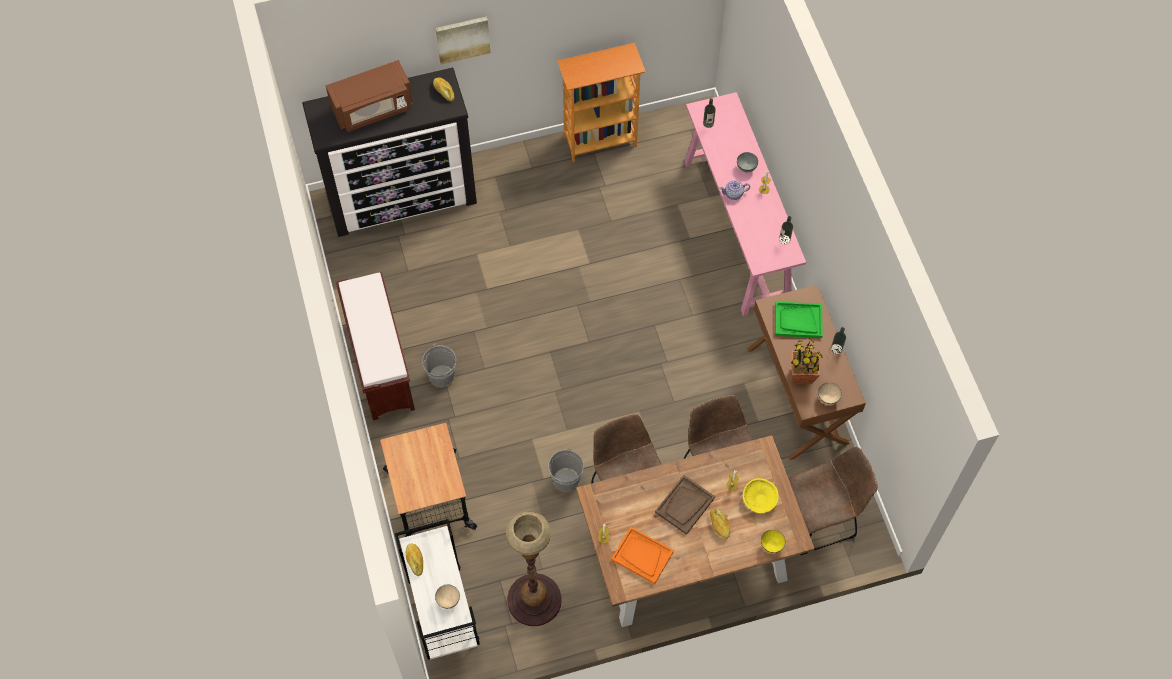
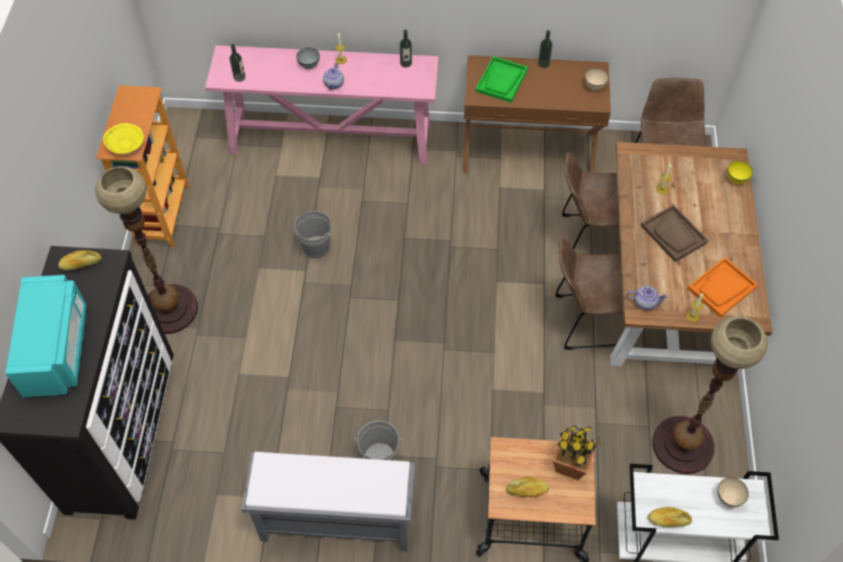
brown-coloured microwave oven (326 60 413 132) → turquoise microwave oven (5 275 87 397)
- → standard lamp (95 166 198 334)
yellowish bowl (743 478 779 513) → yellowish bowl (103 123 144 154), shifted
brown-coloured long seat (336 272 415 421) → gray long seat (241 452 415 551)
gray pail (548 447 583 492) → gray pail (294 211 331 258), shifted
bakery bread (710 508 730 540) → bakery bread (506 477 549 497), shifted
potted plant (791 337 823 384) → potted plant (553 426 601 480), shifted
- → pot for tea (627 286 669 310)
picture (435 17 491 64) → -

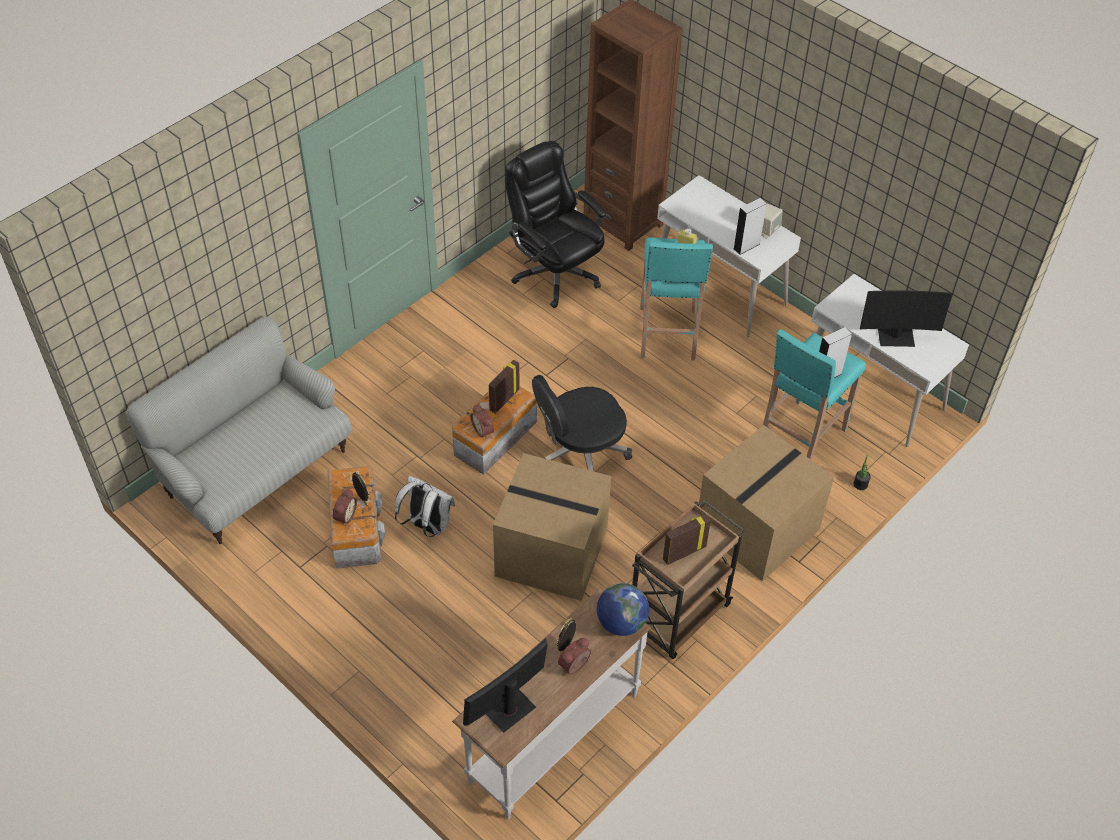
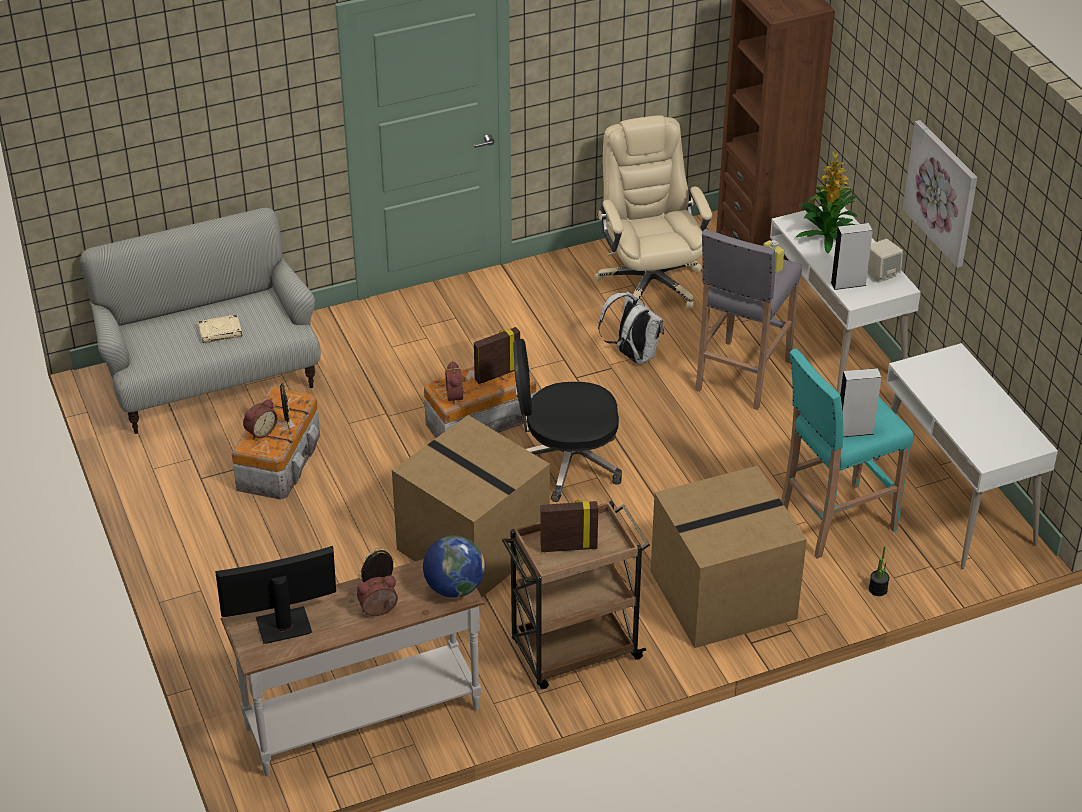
- → beige volume (198 315 242 343)
black-coloured desk chair (505 141 606 308) → beige desk chair (595 115 712 310)
white backpack (395 476 455 537) → white backpack (598 291 664 365), shifted
turquoise stool seat (640 237 713 361) → gray stool seat (695 229 802 410)
- → potted plant (795 152 857 254)
- → picture (903 120 977 268)
monitor (860 290 952 347) → -

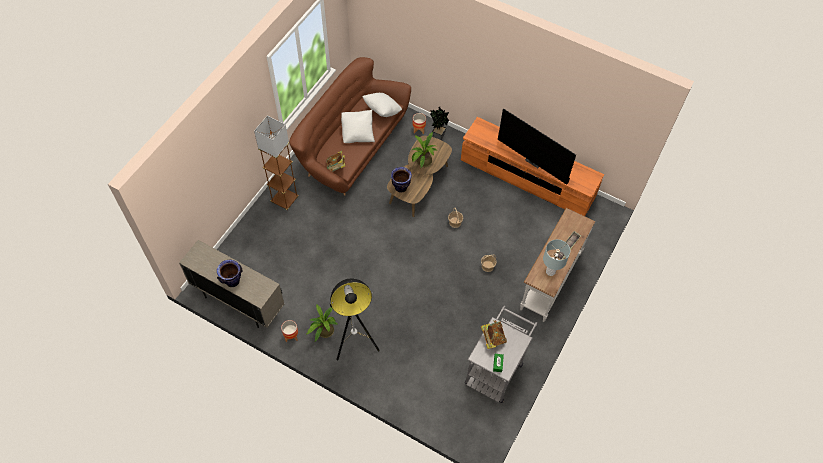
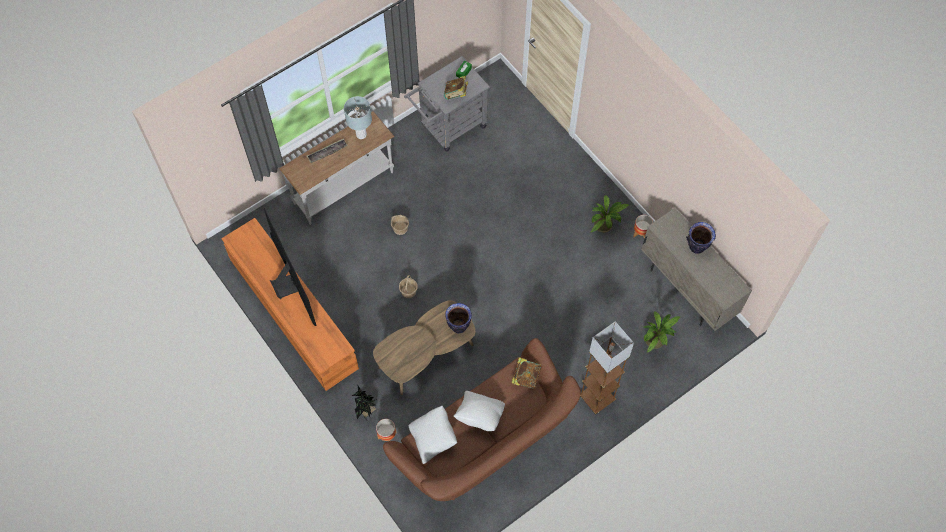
potted plant (412 132 437 168) → potted plant (643 311 680 353), shifted
standard lamp (329 278 380 361) → -

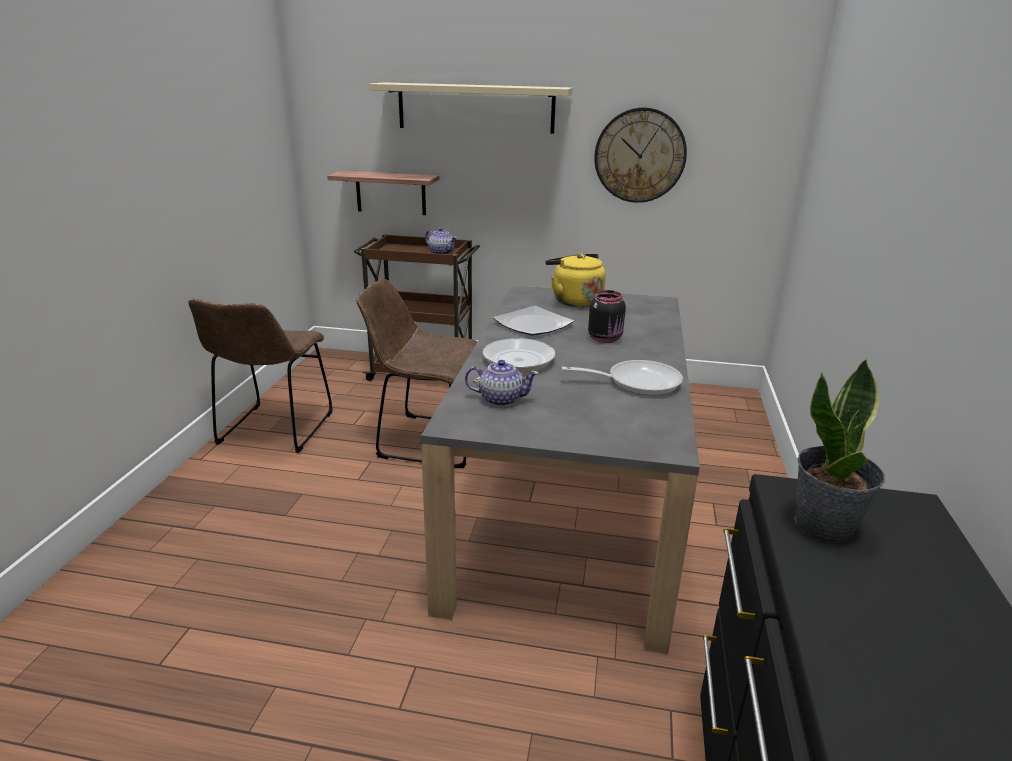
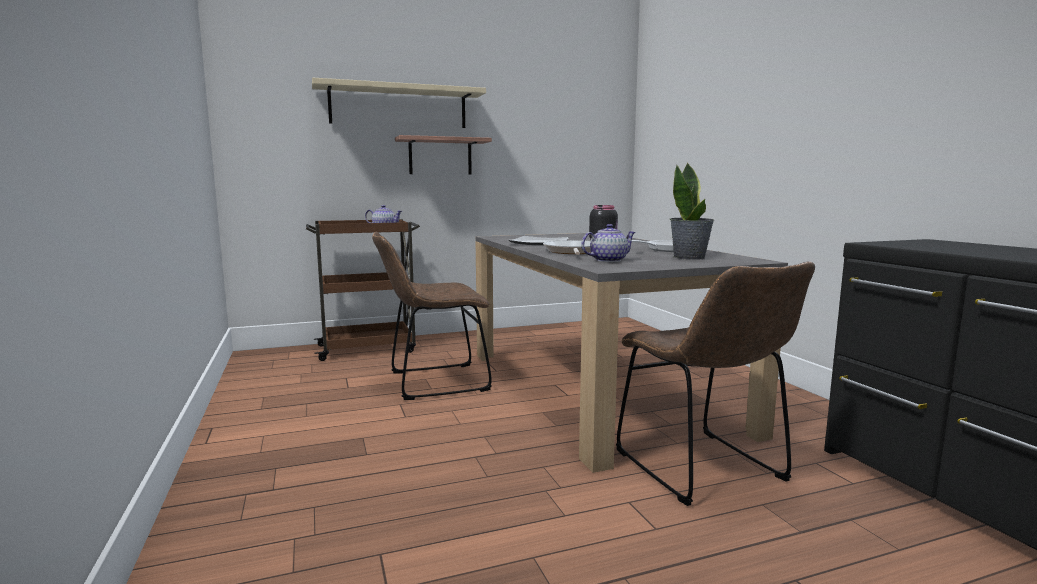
shelf (327 171 439 215) → shelf (395 135 492 175), shifted
brown-coloured upright chair (188 299 333 453) → brown-coloured upright chair (616 261 815 506), shifted
potted plant (794 358 885 543) → potted plant (670 163 714 260), shifted
yellowish tea kettle (546 254 606 307) → -
hanging clock (594 107 687 203) → -

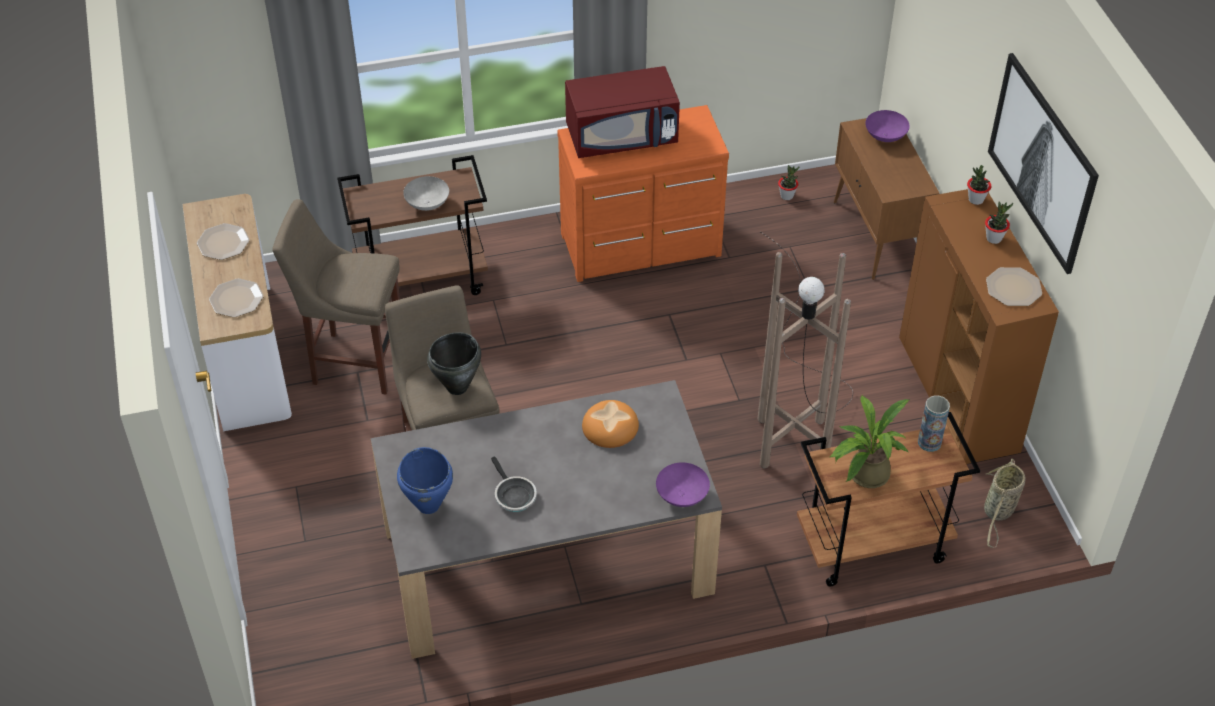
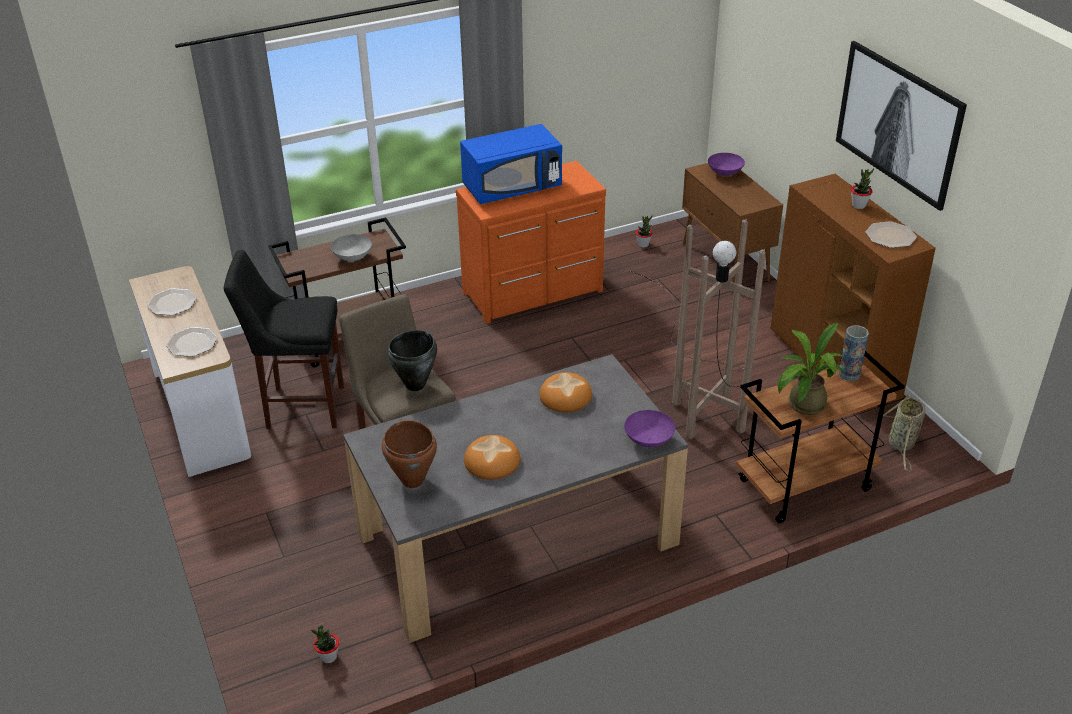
beige stool seat (272 199 400 395) → black-coloured stool seat (224 250 344 429)
potted plant (967 165 991 205) → potted plant (311 625 339 663), shifted
bluish stockpot (397 447 453 514) → brown-coloured stockpot (382 420 437 488)
red-coloured microwave oven (565 66 680 158) → bluish microwave oven (460 124 562 204)
frying pan (491 456 537 512) → bakery bread (464 435 520 480)

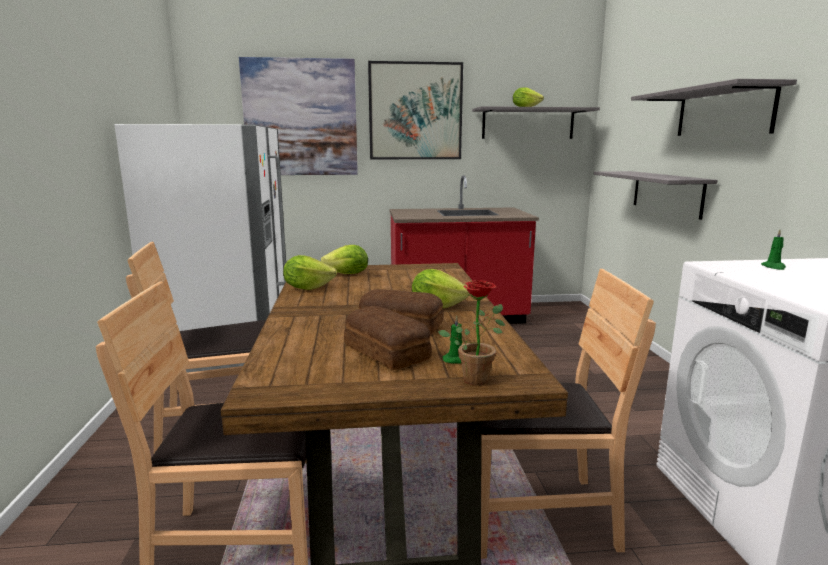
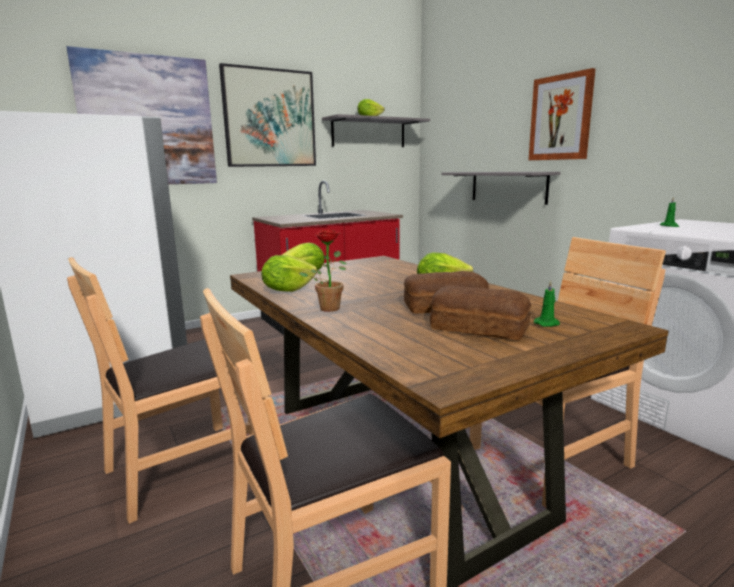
potted plant (438 280 505 385) → potted plant (299 229 346 312), shifted
gray shelf (631 79 797 136) → picture (529 68 596 160)

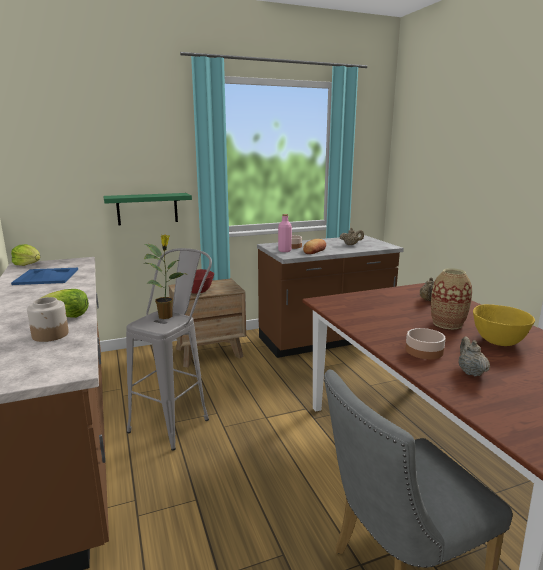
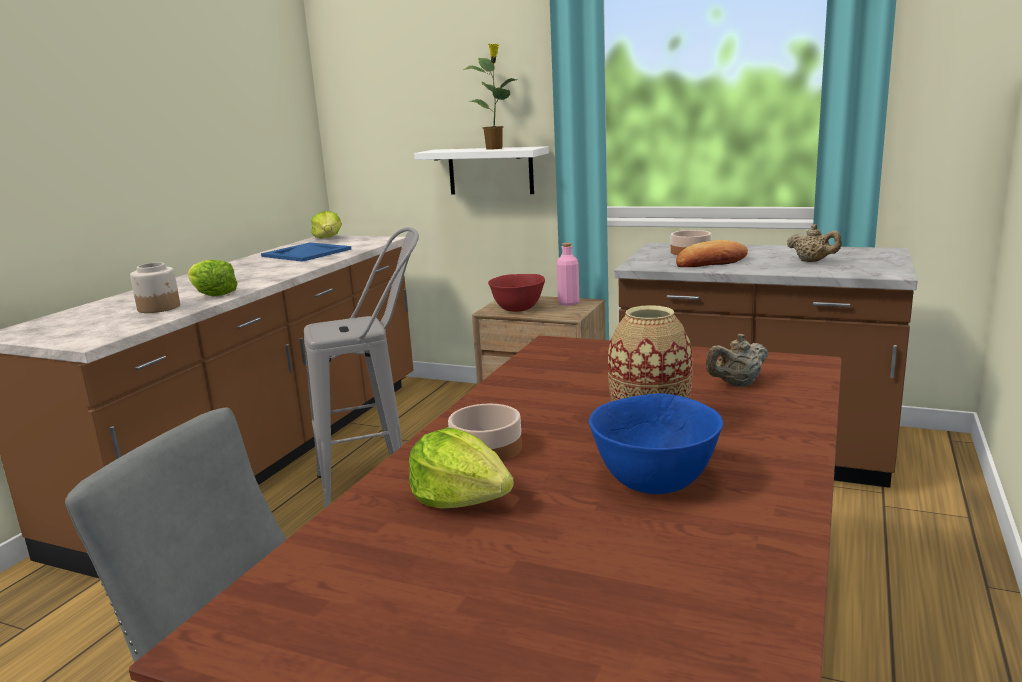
beige pot for tea (458 336 490 376) → head of lettuce (409 427 514 509)
green shelf (103 193 192 225) → white shelf (414 146 549 195)
potted plant (144 235 188 319) → potted plant (463 44 517 150), shifted
pinkish drink bottle (278 214 292 252) → pinkish drink bottle (556 243 580 306), shifted
yellowish bowl (473 304 535 346) → bluish bowl (589 393 723 494)

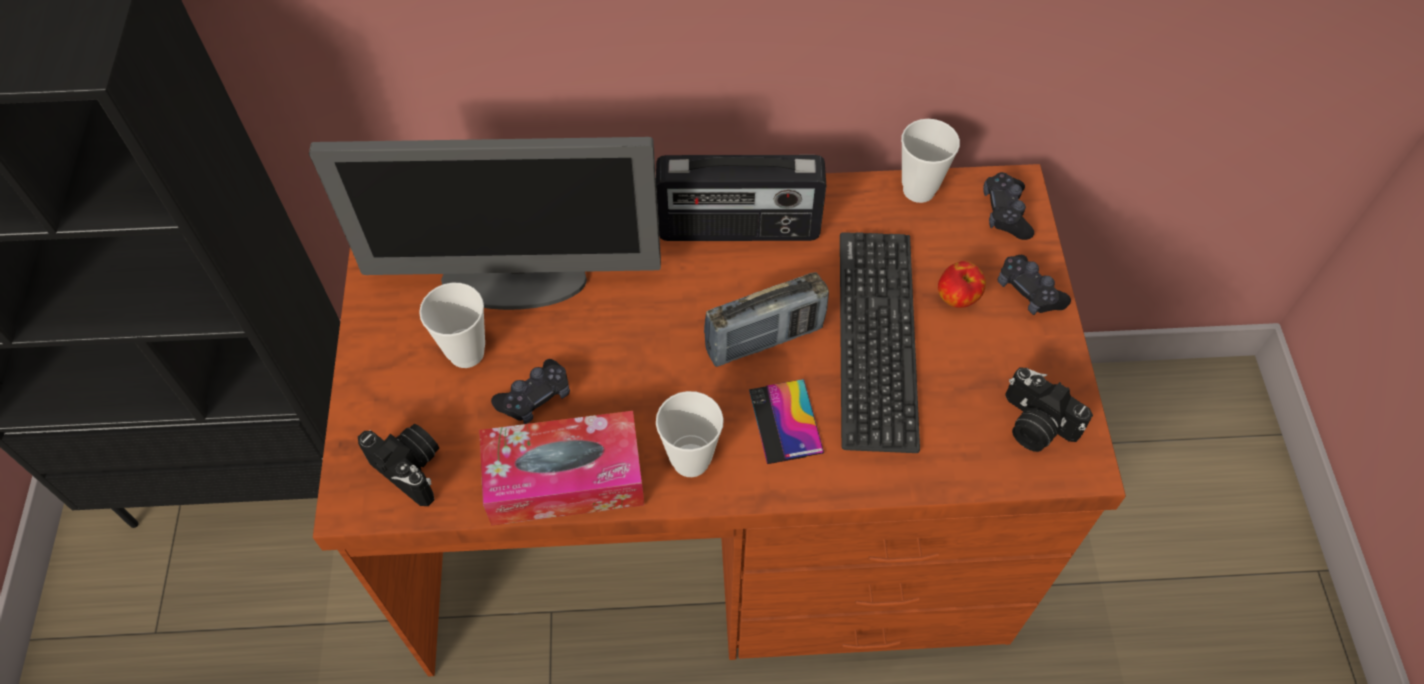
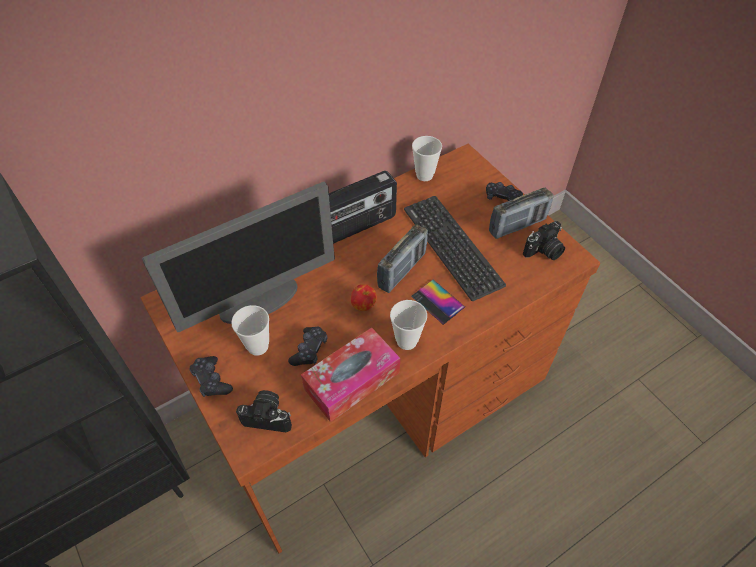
black-coloured gamepad (983 172 1034 240) → black-coloured gamepad (190 356 233 397), shifted
apple fruit (938 261 986 308) → apple fruit (351 284 377 311), shifted
- → radio (489 188 554 239)
still camera (1005 367 1093 452) → still camera (523 221 565 260), 45 degrees counterclockwise

